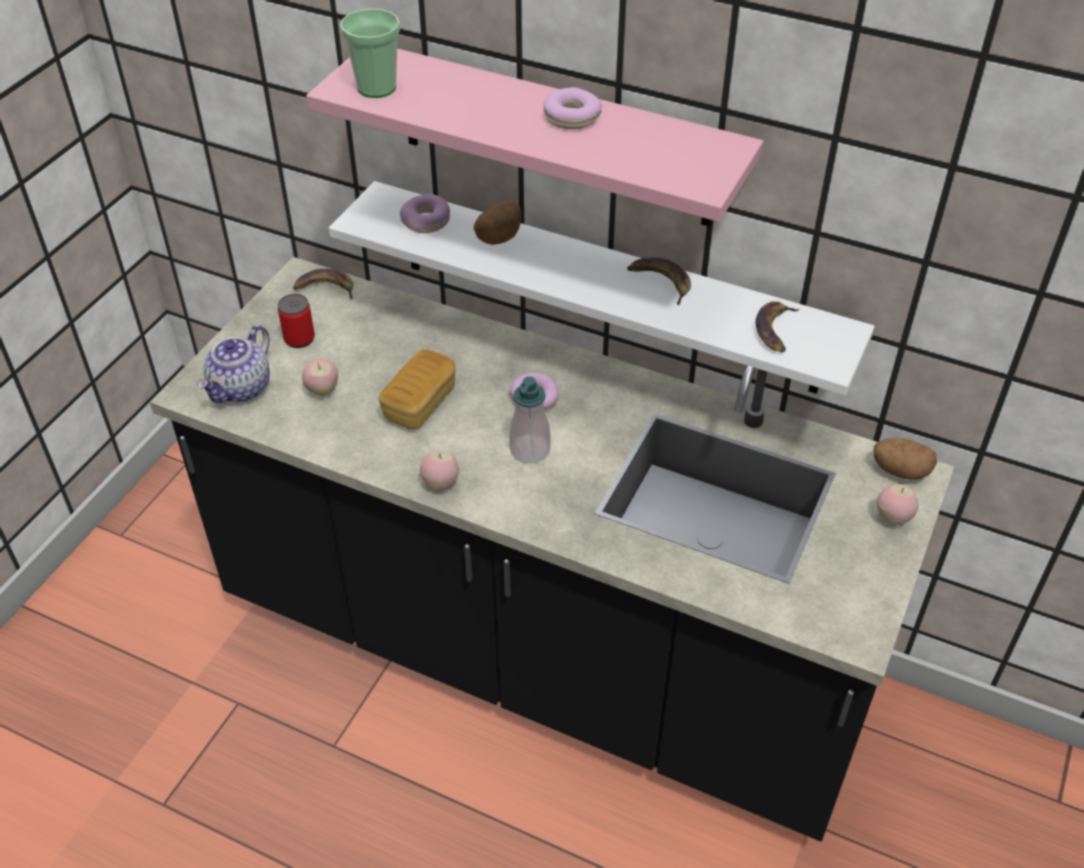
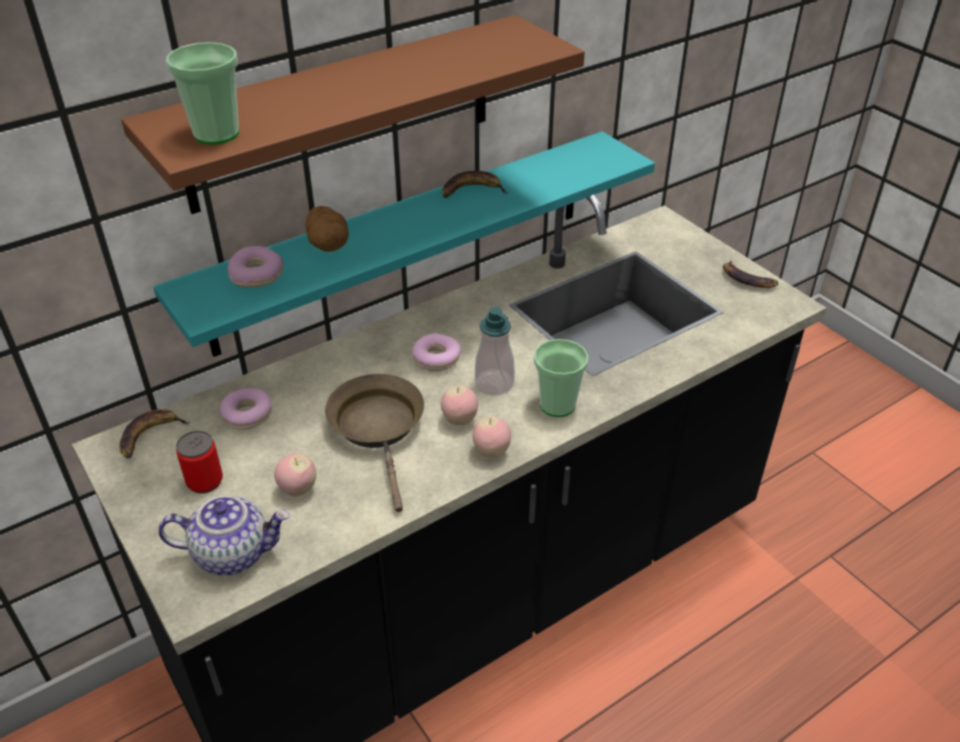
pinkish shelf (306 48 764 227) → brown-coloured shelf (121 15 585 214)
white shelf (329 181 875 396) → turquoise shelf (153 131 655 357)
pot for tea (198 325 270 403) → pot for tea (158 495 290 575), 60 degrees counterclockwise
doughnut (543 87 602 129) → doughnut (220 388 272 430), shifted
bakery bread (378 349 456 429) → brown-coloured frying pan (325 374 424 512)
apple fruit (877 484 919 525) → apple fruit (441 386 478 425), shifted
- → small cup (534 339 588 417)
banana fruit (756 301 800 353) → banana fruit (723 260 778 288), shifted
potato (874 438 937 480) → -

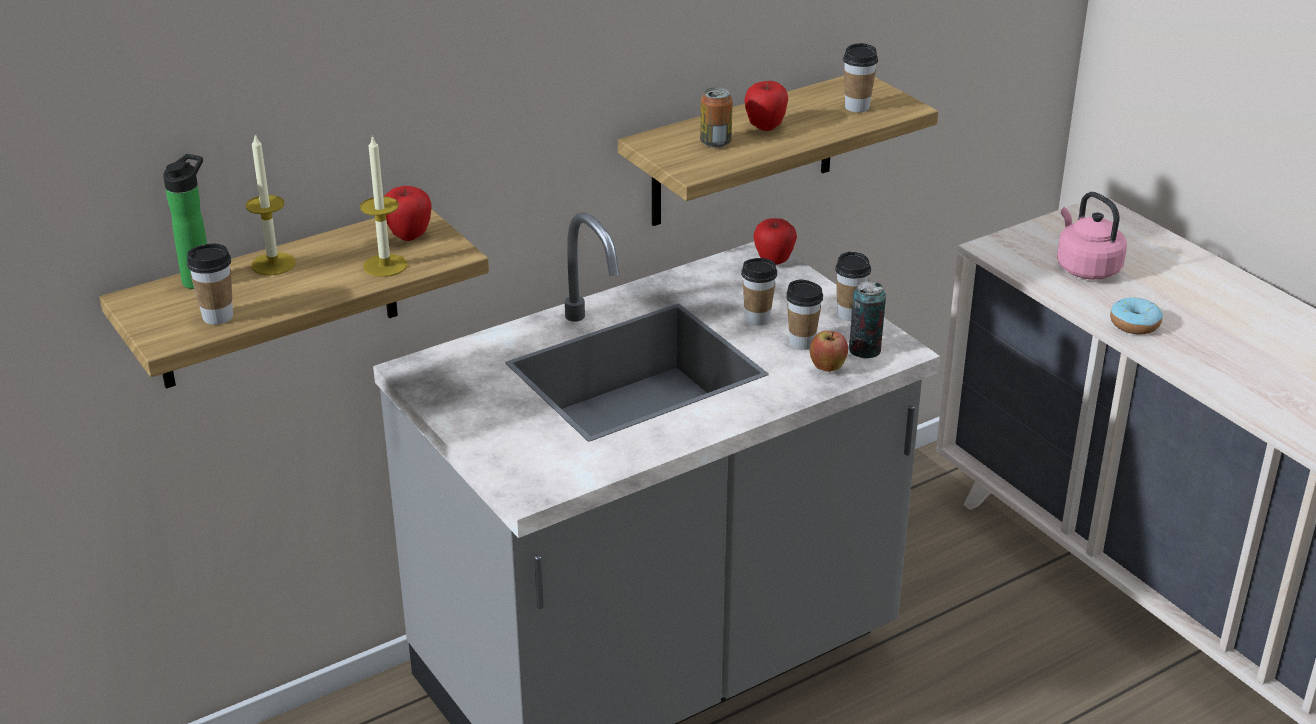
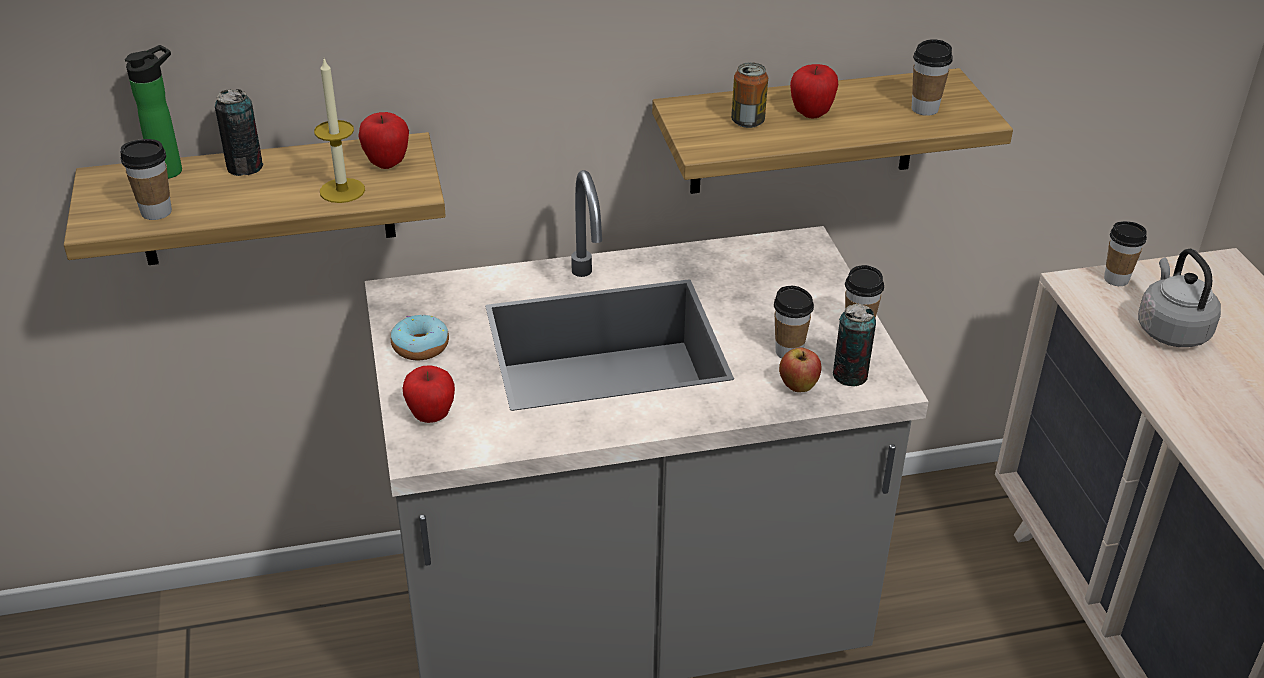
wax candle (246 134 296 275) → sealed can (215 89 263 176)
doughnut (1110 297 1163 334) → doughnut (391 314 449 360), shifted
apple fruit (753 218 797 265) → apple fruit (403 365 455 423), shifted
small cup (741 258 777 325) → small cup (1104 221 1147 286), shifted
pinkish tea kettle (1057 192 1127 280) → gray tea kettle (1138 249 1221 347)

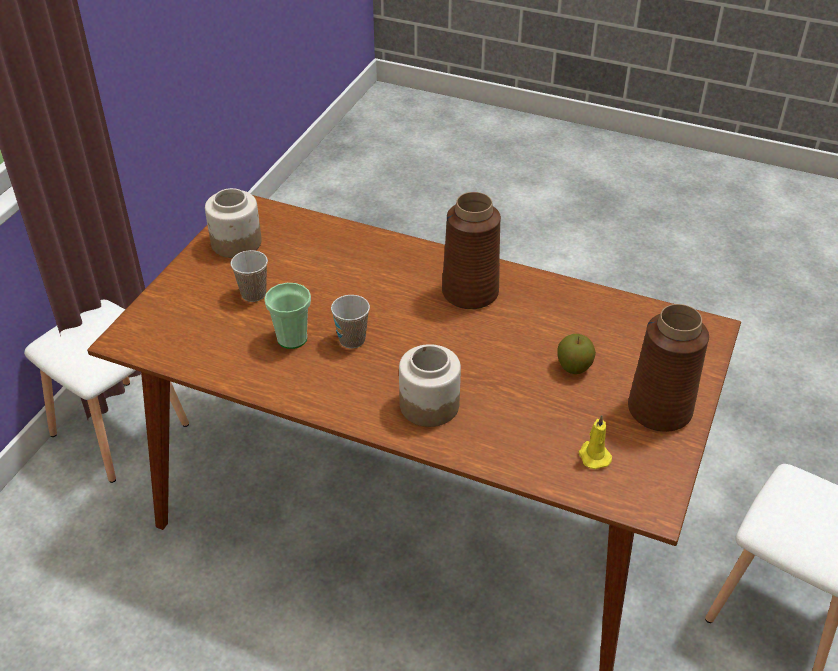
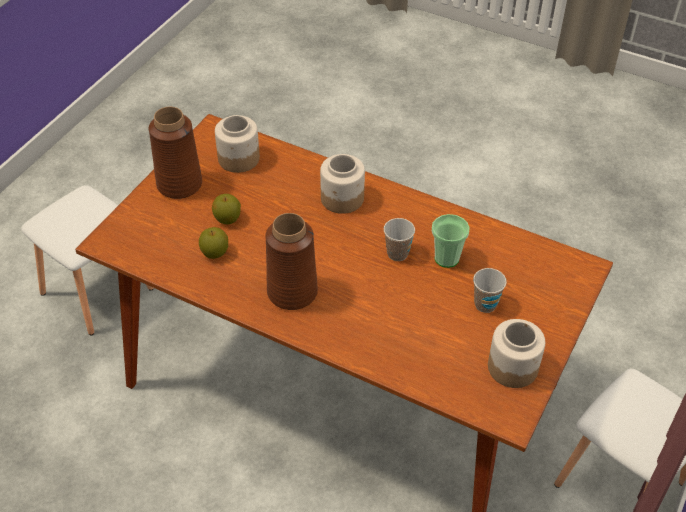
- → apple fruit (199 227 228 259)
yellowish wax candle (579 415 612 469) → jar (215 115 260 173)

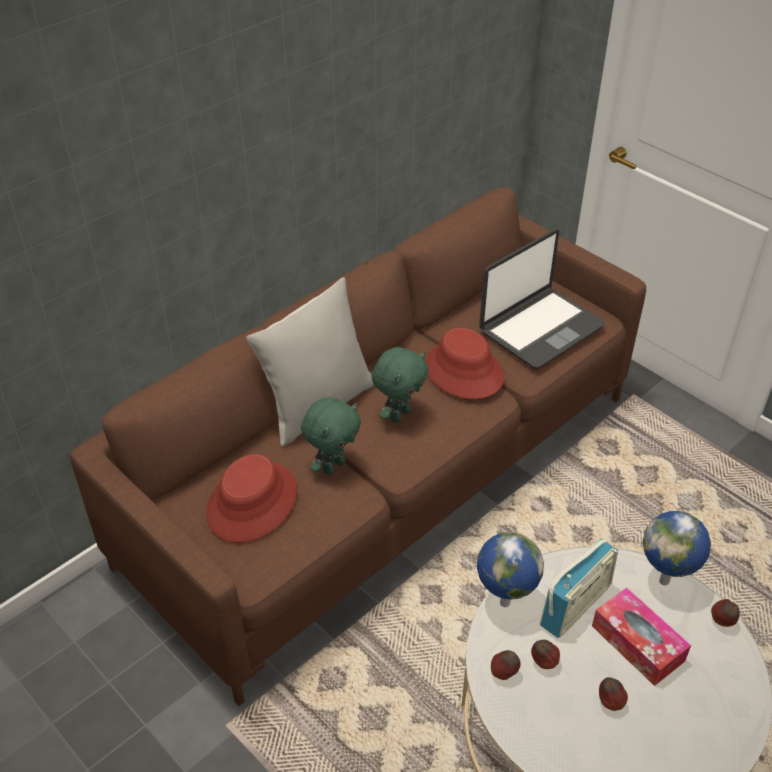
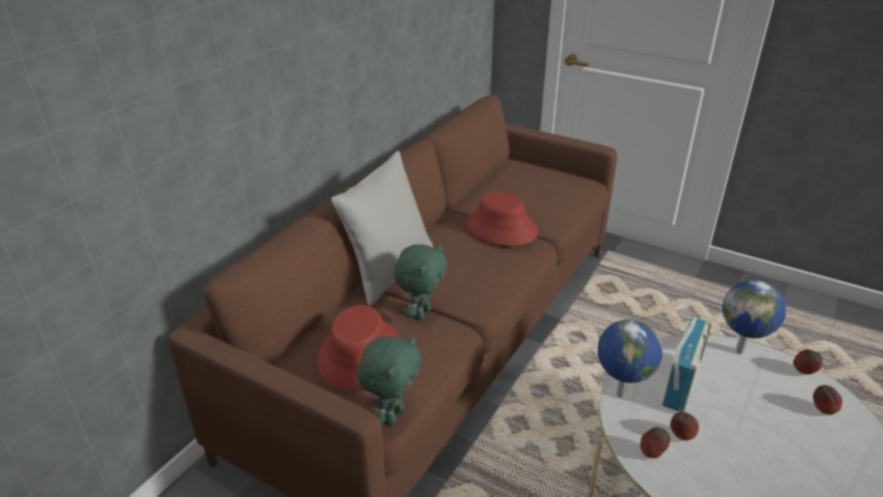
green plush toy (372 347 429 423) → green plush toy (357 336 422 426), shifted
apple fruit (599 677 628 711) → apple fruit (813 385 842 415), shifted
notebook computer (479 229 605 369) → -
box of tissues (592 588 691 686) → -

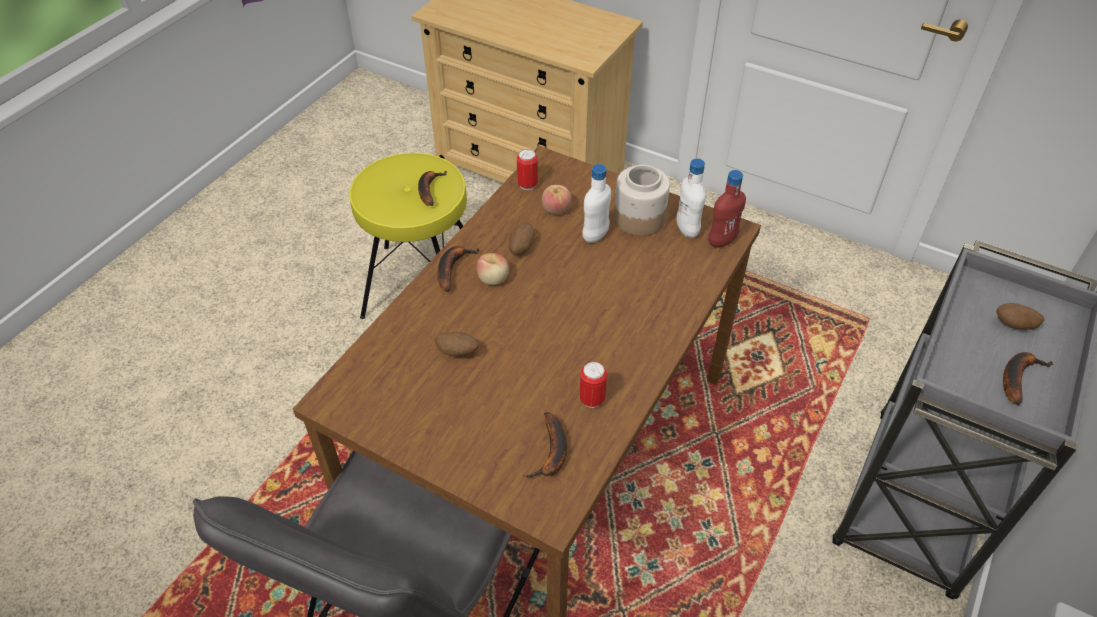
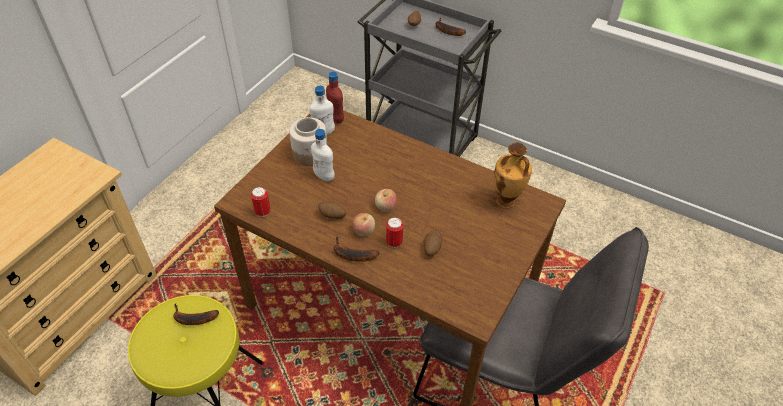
apple fruit (542 185 572 214) → apple fruit (375 189 397 212), shifted
sealed can (580 362 607 408) → sealed can (386 217 403 248), shifted
banana fruit (523 412 567 478) → vase (494 142 532 208)

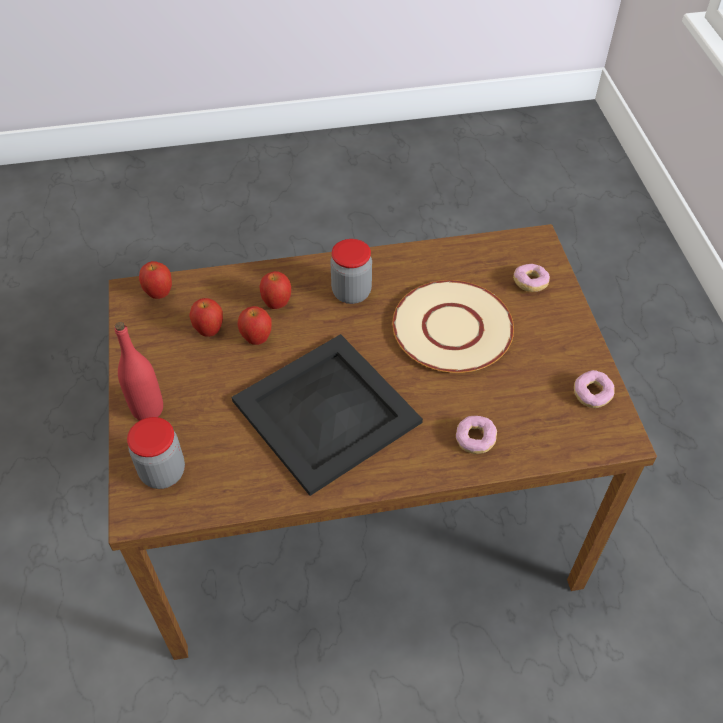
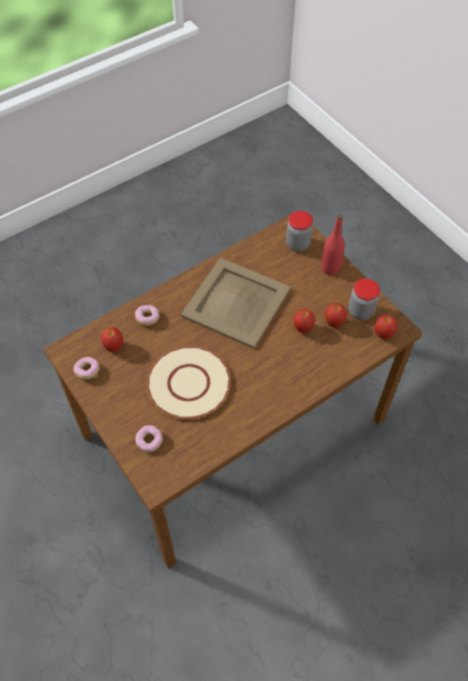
apple fruit (259 271 291 309) → apple fruit (101 327 123 352), shifted
black-coloured serving tray (232 334 423 496) → beige serving tray (181 258 291 349)
jar (331 239 372 304) → jar (349 279 380 320), shifted

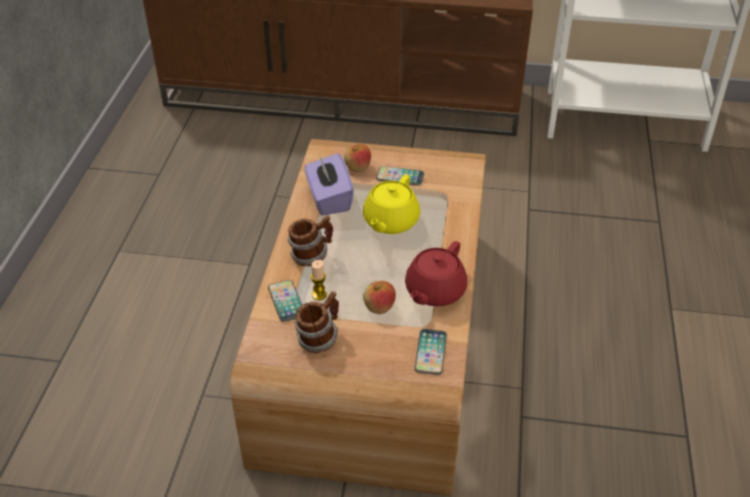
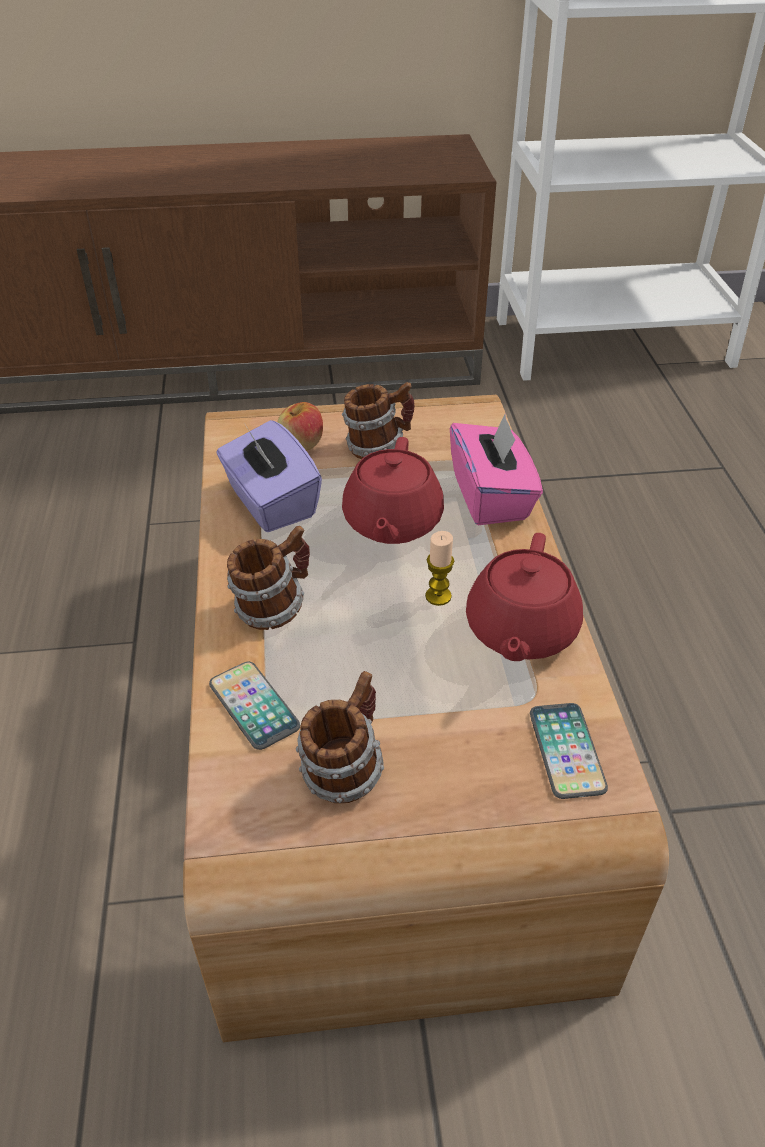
handset (376 166 424 186) → mug (342 382 415 459)
yellowish pot for tea (363 174 420 234) → red-coloured pot for tea (342 437 444 544)
wax candle (311 260 327 301) → wax candle (425 531 454 606), shifted
- → pinkish box of tissues (450 414 543 525)
apple fruit (363 281 396 314) → -

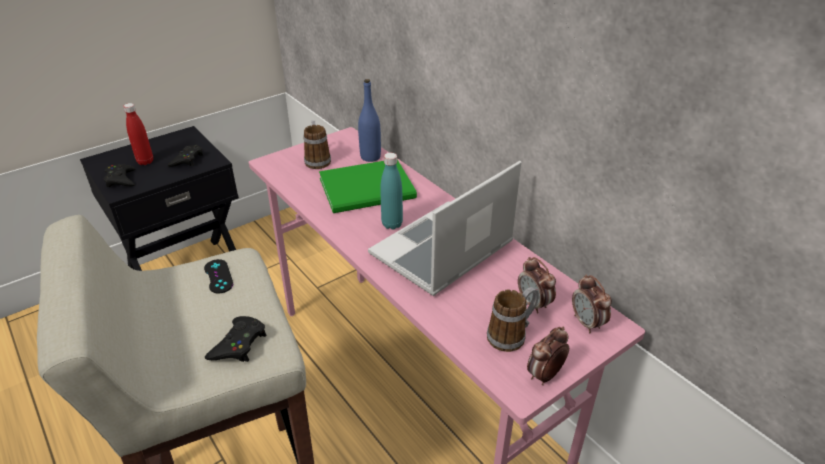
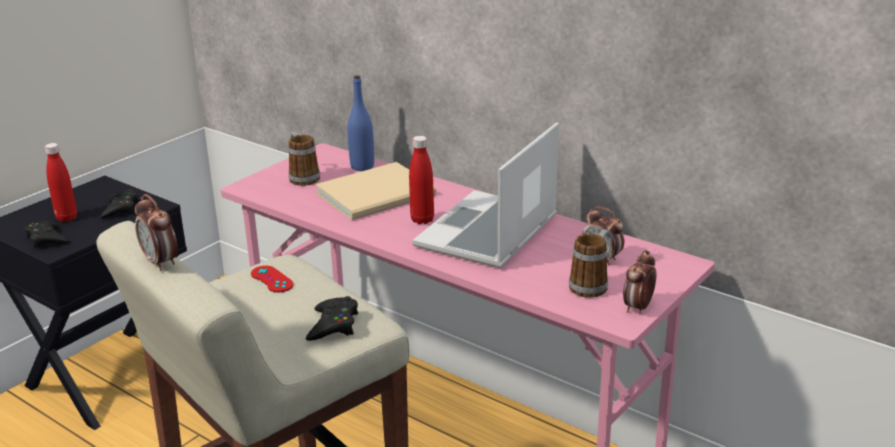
table clock (572 275 612 333) → table clock (135 194 178 271), shifted
black-coloured gamepad (204 259 233 293) → red-coloured gamepad (251 266 294 292)
green volume (319 160 417 213) → beige volume (316 162 436 220)
turquoise drink bottle (380 153 403 230) → red-coloured drink bottle (409 136 434 224)

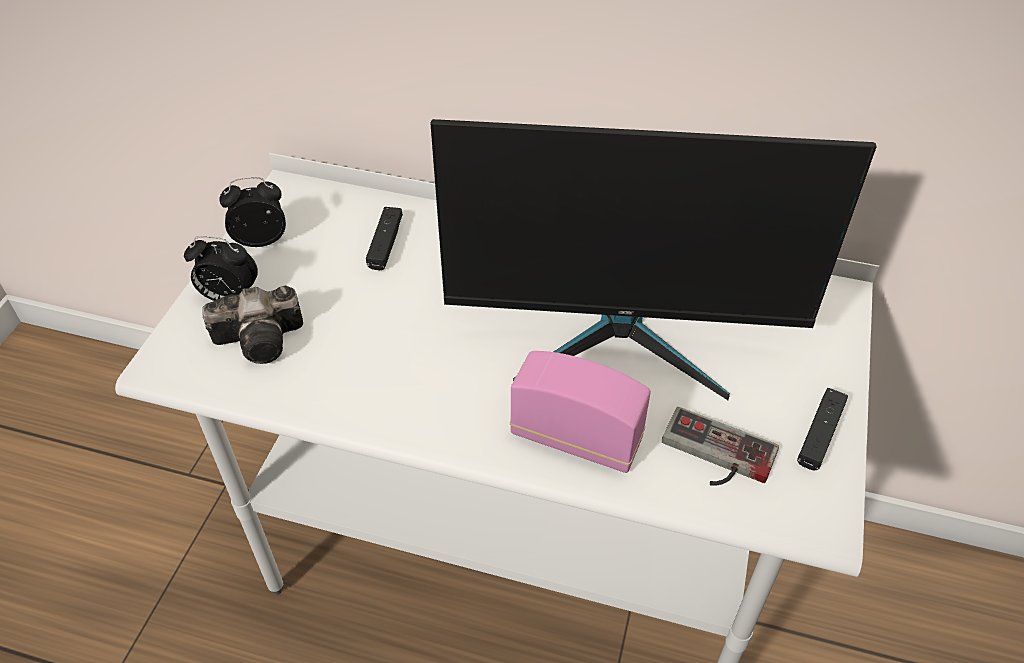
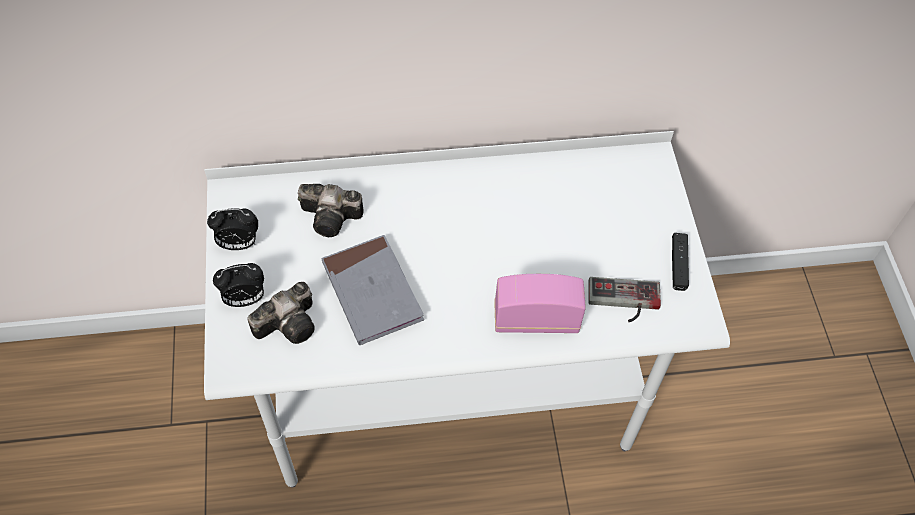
table clock (220 177 286 247) → table clock (207 208 258 250), 150 degrees counterclockwise
black-coloured gamepad (366 207 403 270) → still camera (298 184 364 237)
- → gray volume (322 235 424 345)
monitor (430 119 877 400) → -

